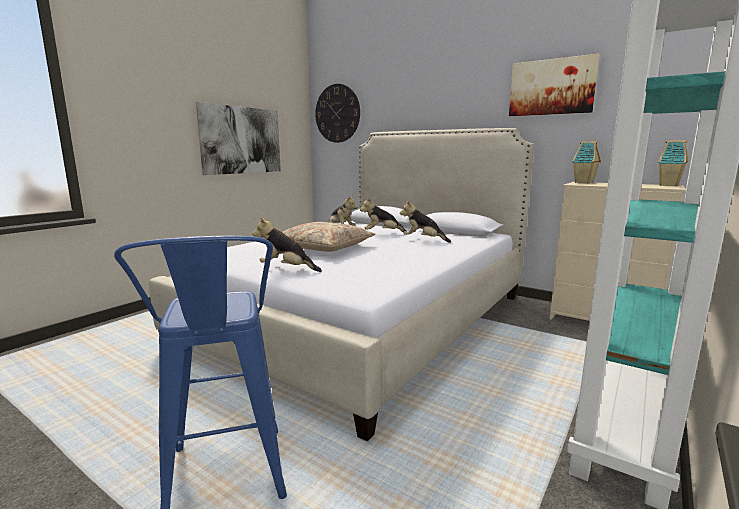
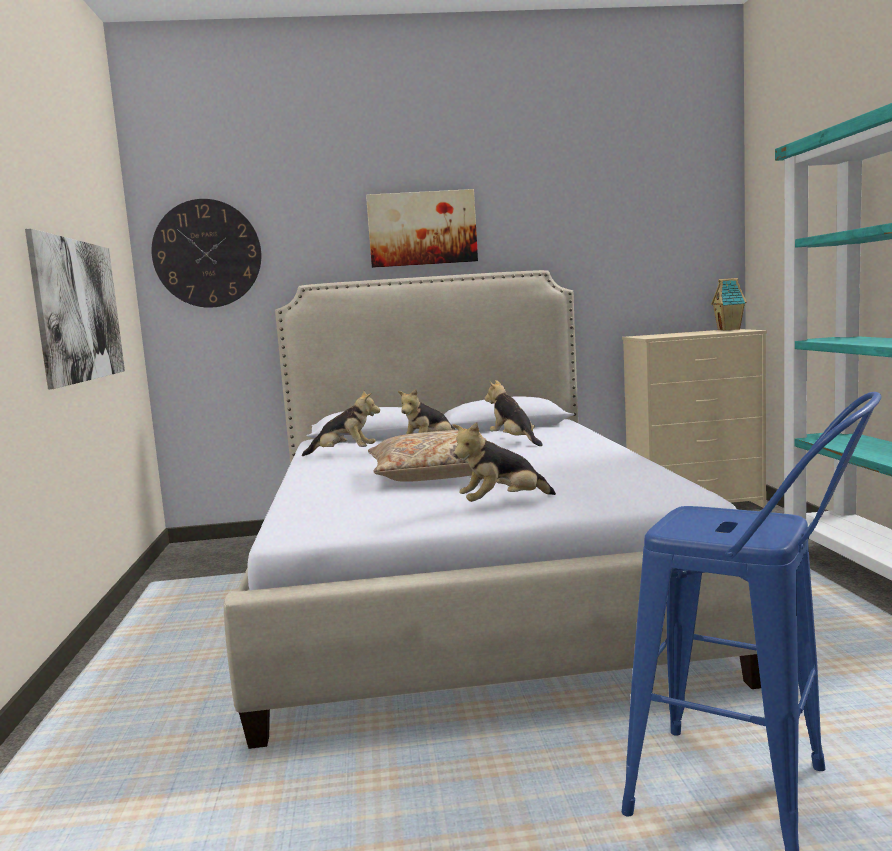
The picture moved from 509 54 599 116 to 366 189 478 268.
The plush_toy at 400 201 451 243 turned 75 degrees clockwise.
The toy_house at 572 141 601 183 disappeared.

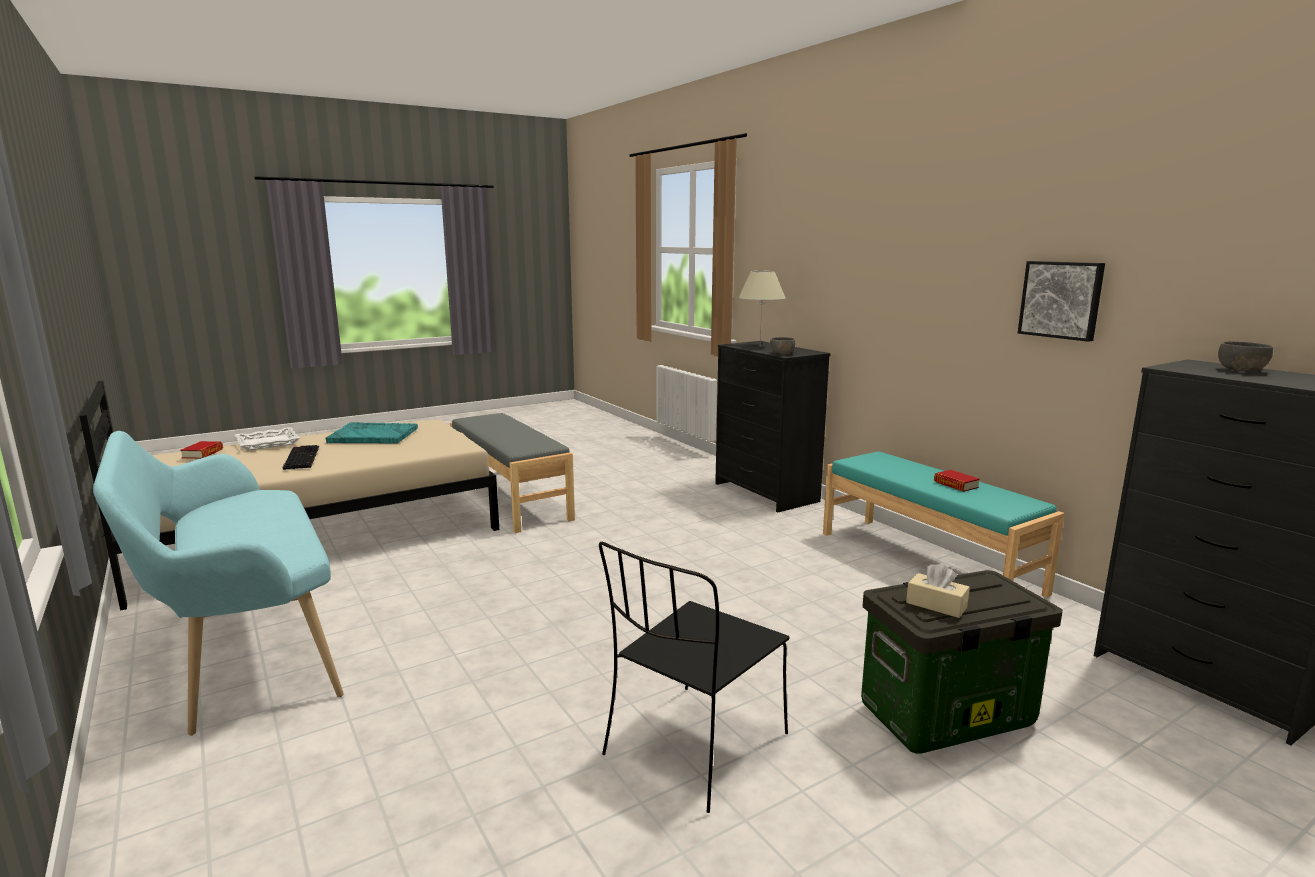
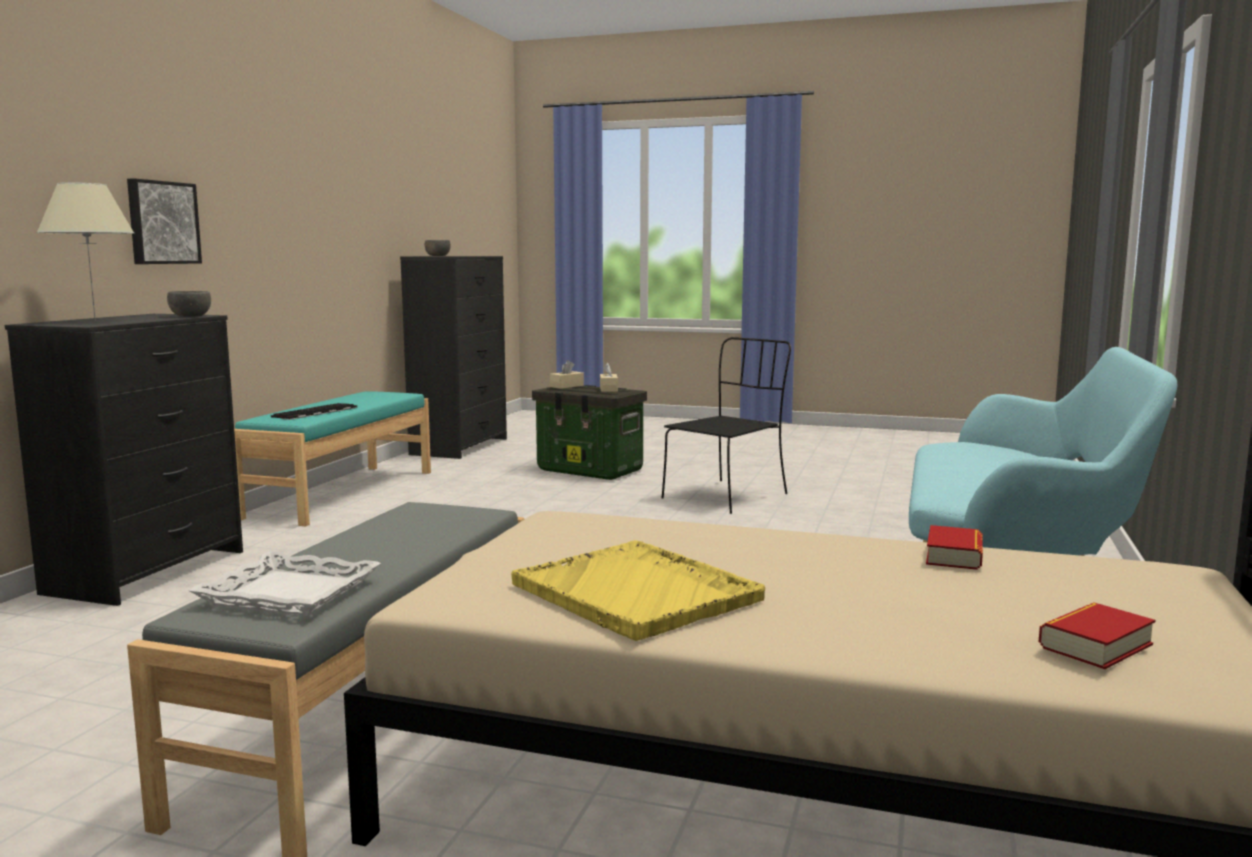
The picture moved from 1018 261 1105 342 to 127 178 202 264.
The white_tray moved from 235 427 300 451 to 188 551 381 616.
The keyboard moved from 283 445 319 470 to 271 403 357 420.
The turquoise_tray at 325 422 418 443 became the yellow_tray at 511 540 765 641.
The beige_tissue_box at 550 360 584 389 appeared.
The black_chair at 599 542 789 813 turned 45 degrees counterclockwise.
The book moved from 934 470 980 492 to 926 525 983 570.

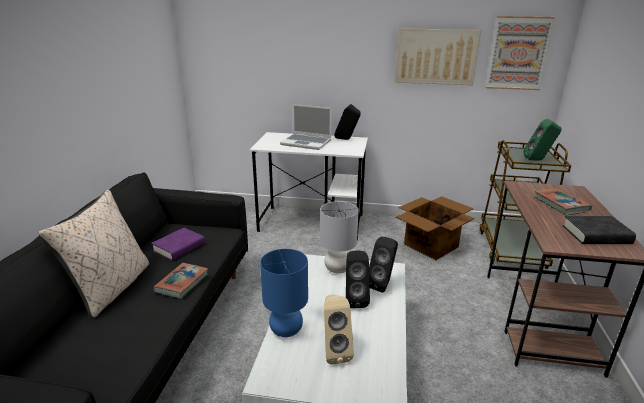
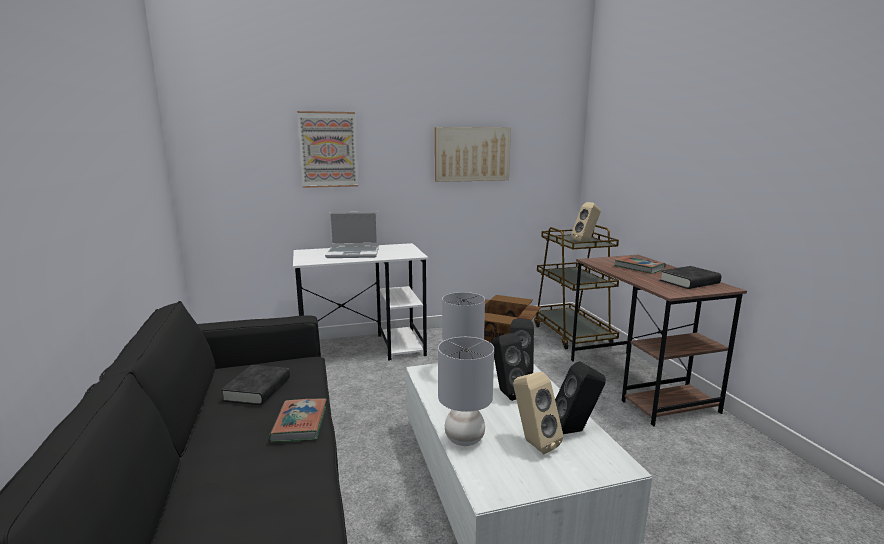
The purple_book at 151 228 205 261 became the black_book at 221 365 290 405.
The picture moved from 485 16 555 90 to 297 111 358 188.
The blue_table_lamp at 260 249 308 337 became the grey_table_lamp at 438 337 494 446.
The black_speaker moved from 334 104 361 140 to 555 361 606 434.
The green_speaker at 524 119 562 161 became the beige_speaker at 571 202 601 242.
The beige_pillow at 39 190 149 318 disappeared.

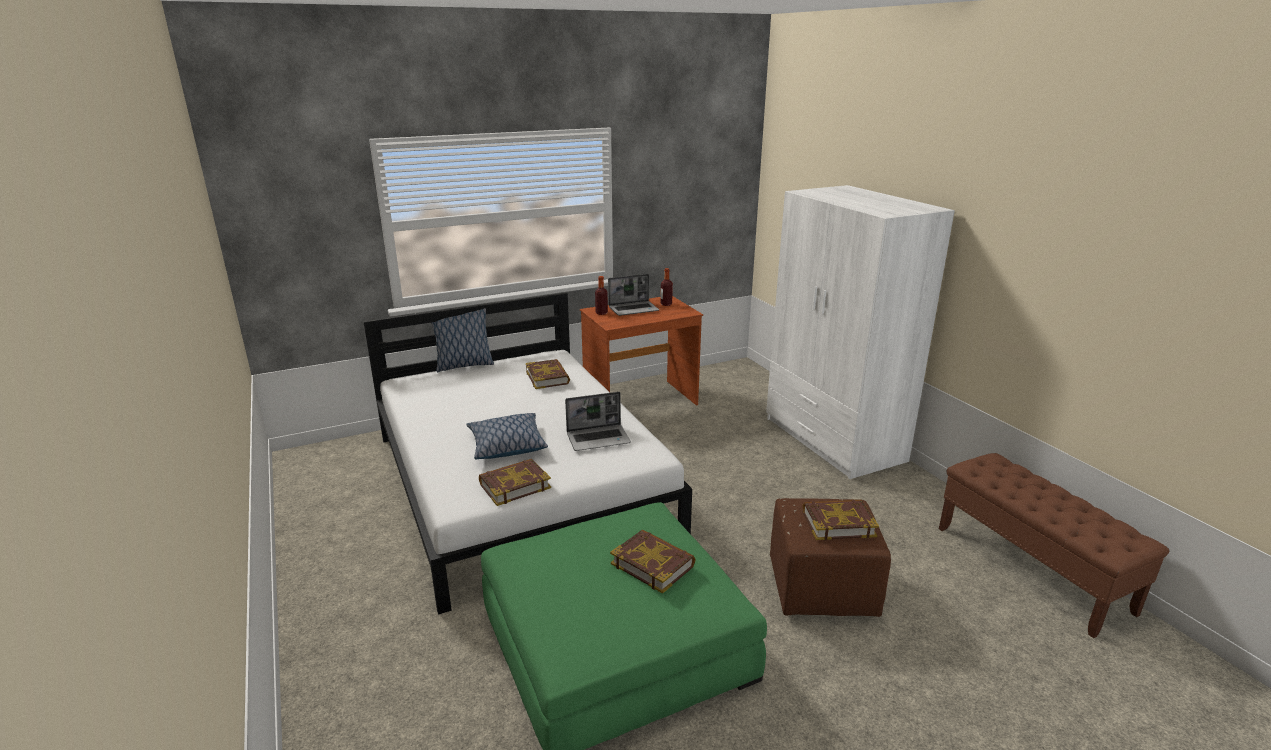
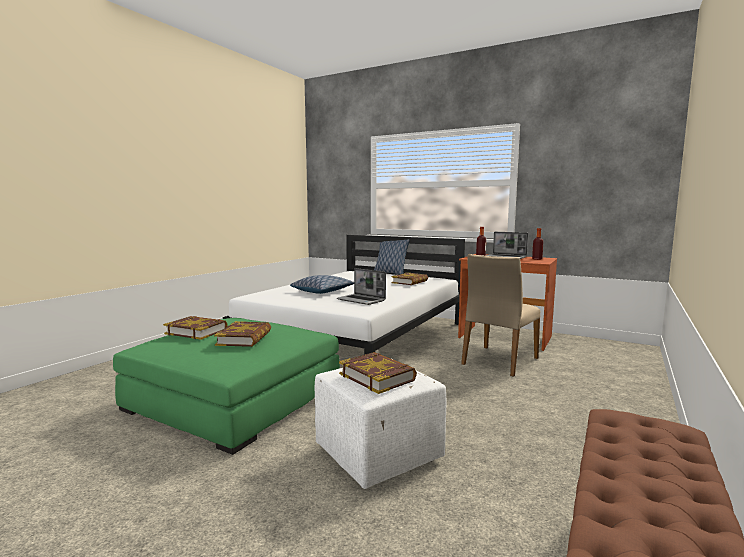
The book moved from 479 459 551 506 to 163 316 228 340.
The brown_ottoman at 770 498 891 617 became the white_ottoman at 314 358 446 489.
The beige_chair at 461 254 540 377 appeared.
The white_wardrobe at 766 185 955 479 disappeared.

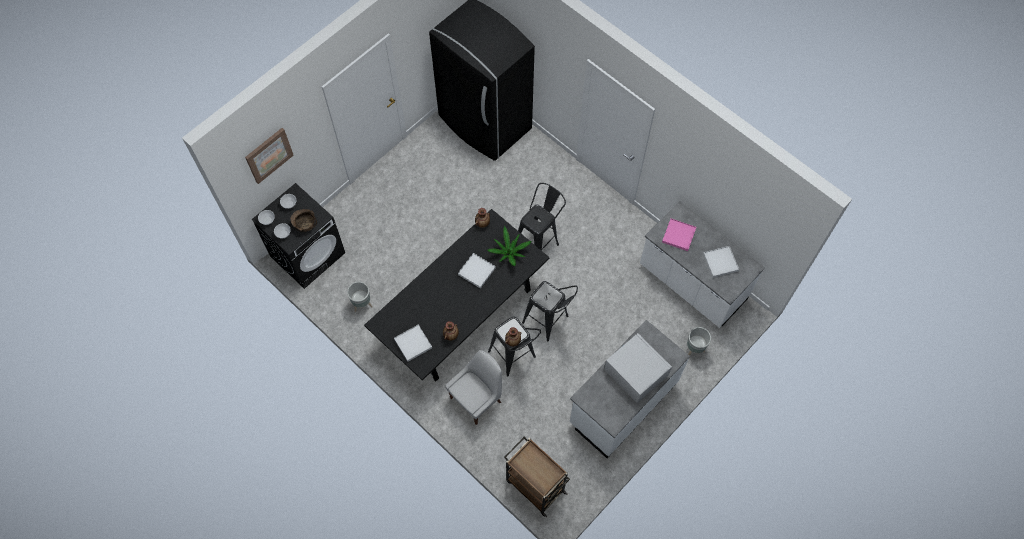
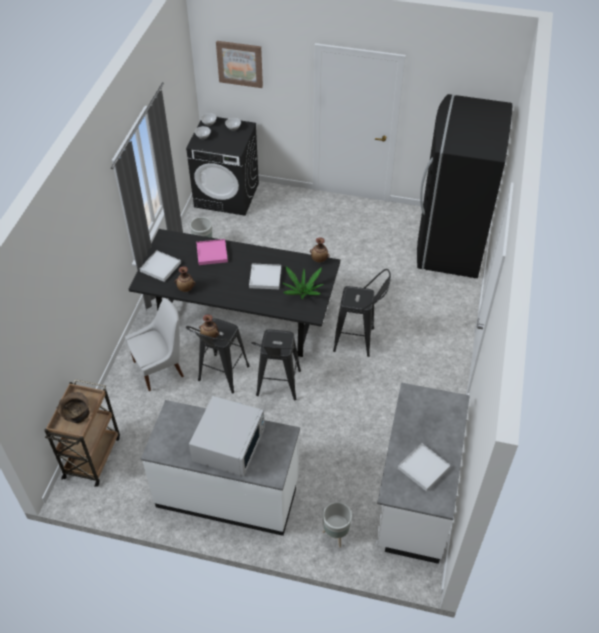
The brown_bowl moved from 290 209 317 232 to 57 392 89 423.
The white_chair at 445 350 502 425 turned 45 degrees counterclockwise.
The pink_tray moved from 662 218 696 251 to 196 239 228 265.

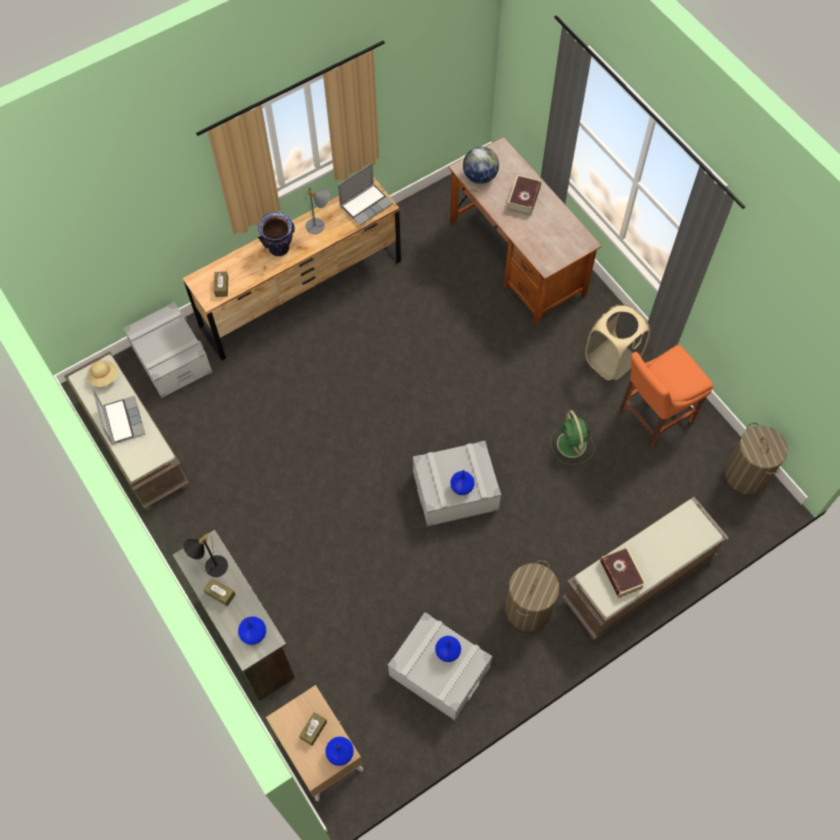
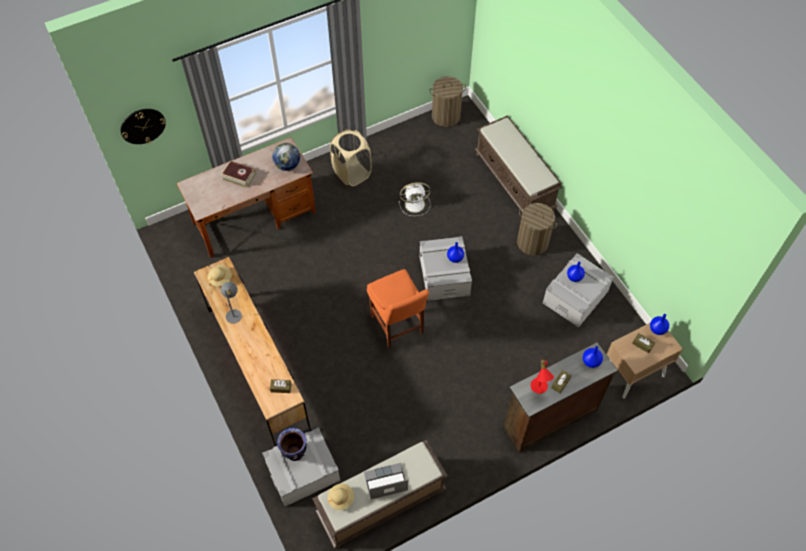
The wall_clock at 121 109 166 144 appeared.
The laptop at 338 163 393 226 was replaced by the beige_hat at 208 265 232 287.
The globe moved from 463 146 499 184 to 272 143 300 171.
The vase moved from 258 212 295 256 to 277 428 307 461.
The orange_chair moved from 620 345 713 447 to 367 269 429 348.
The green_fan at 551 410 595 465 became the white_fan at 398 182 430 216.
The black_table_lamp at 183 534 228 577 became the red_table_lamp at 531 358 554 394.
The book at 600 547 646 598 disappeared.

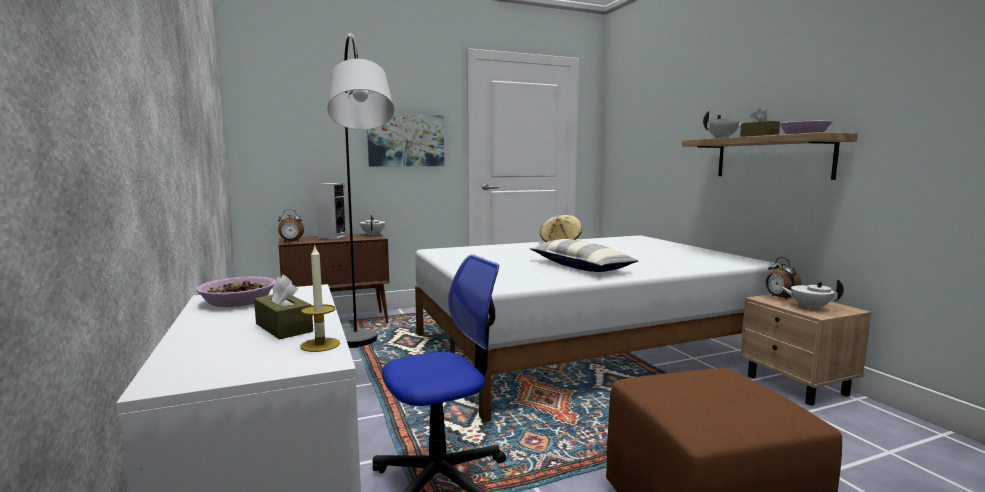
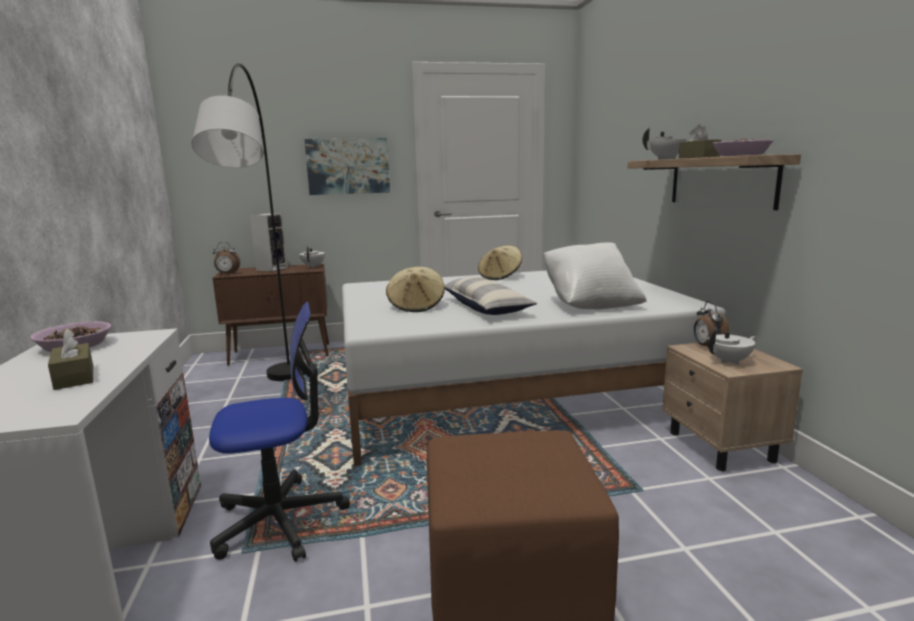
The beige_hat at 386 267 445 312 appeared.
The white_pillow at 543 242 647 310 appeared.
The white_teapot at 779 279 844 311 turned 120 degrees clockwise.
The candle at 300 246 340 352 disappeared.

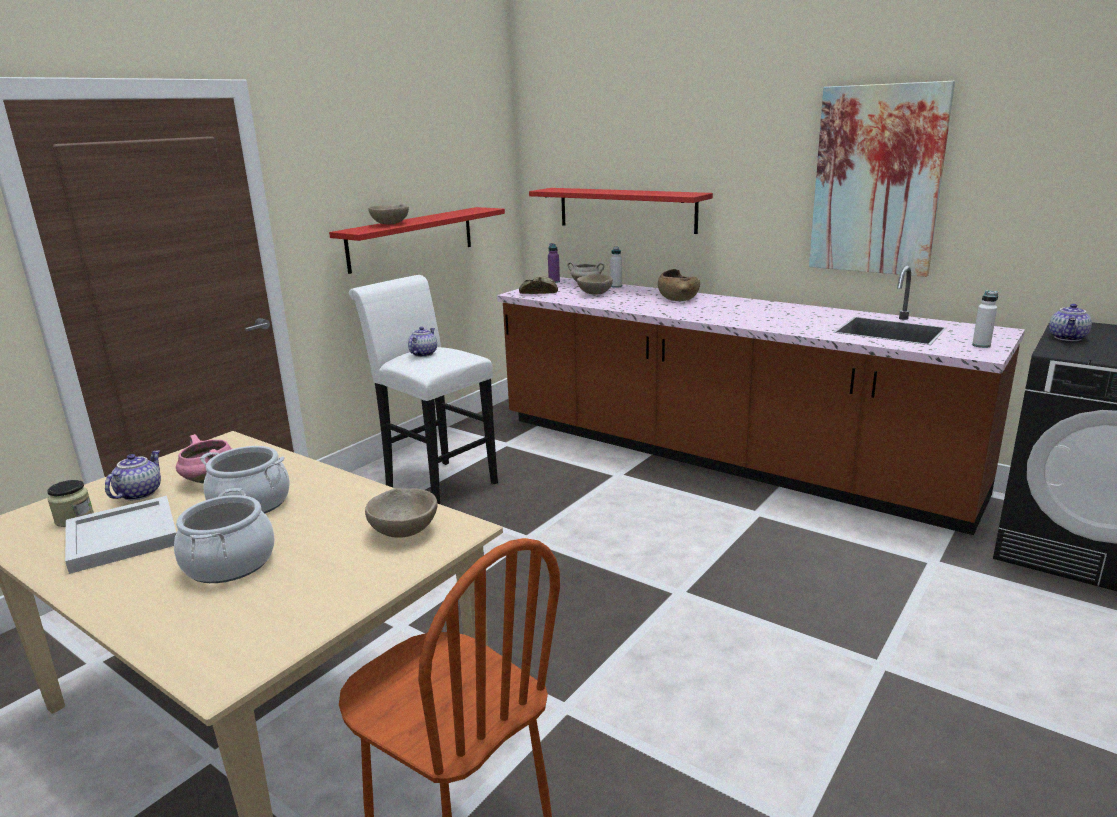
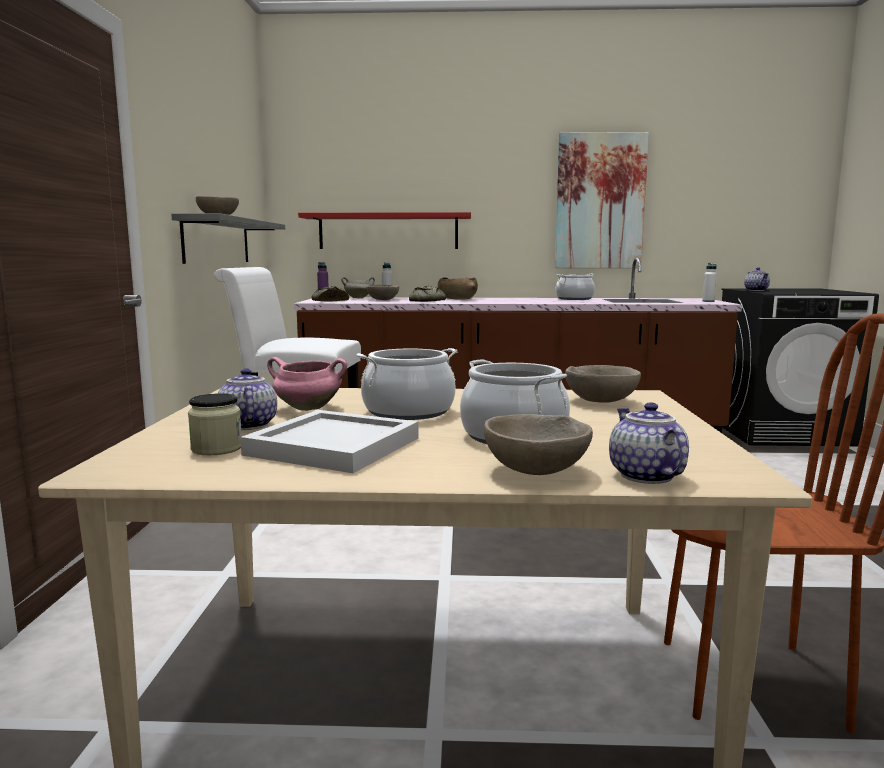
The red_shelf at 329 207 505 274 became the grey_shelf at 171 213 285 264.
The bread at 409 286 446 302 appeared.
The beige_bowl at 484 414 593 475 appeared.
The cooking_pot at 556 274 595 300 appeared.
The teapot moved from 408 327 437 357 to 609 402 689 484.

